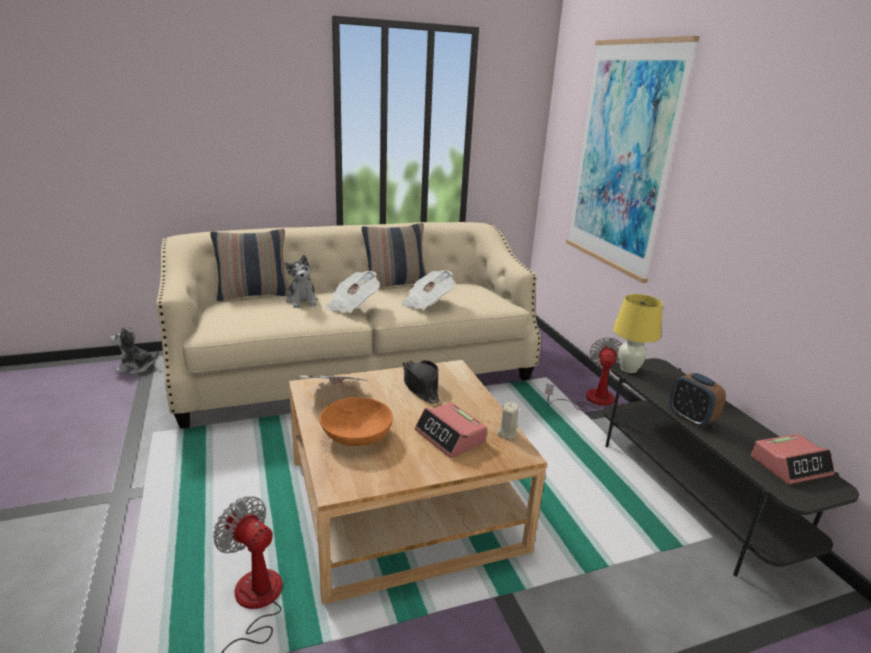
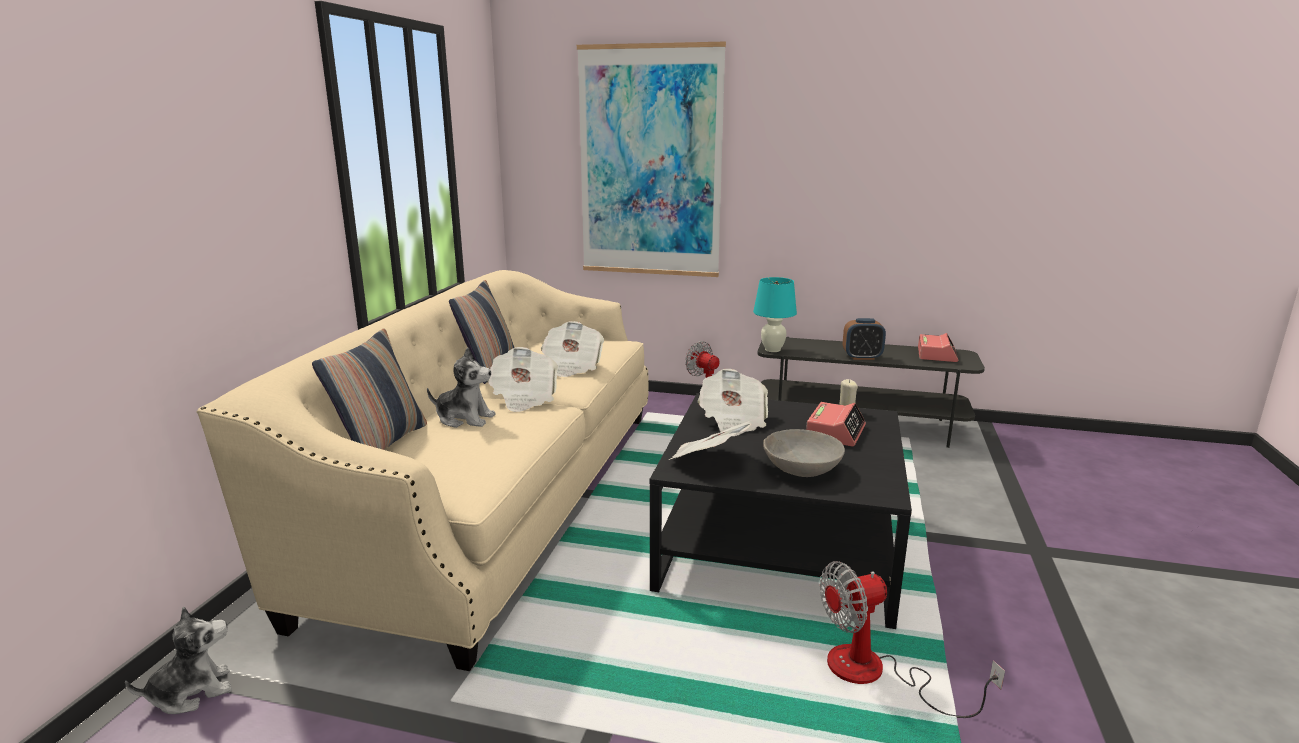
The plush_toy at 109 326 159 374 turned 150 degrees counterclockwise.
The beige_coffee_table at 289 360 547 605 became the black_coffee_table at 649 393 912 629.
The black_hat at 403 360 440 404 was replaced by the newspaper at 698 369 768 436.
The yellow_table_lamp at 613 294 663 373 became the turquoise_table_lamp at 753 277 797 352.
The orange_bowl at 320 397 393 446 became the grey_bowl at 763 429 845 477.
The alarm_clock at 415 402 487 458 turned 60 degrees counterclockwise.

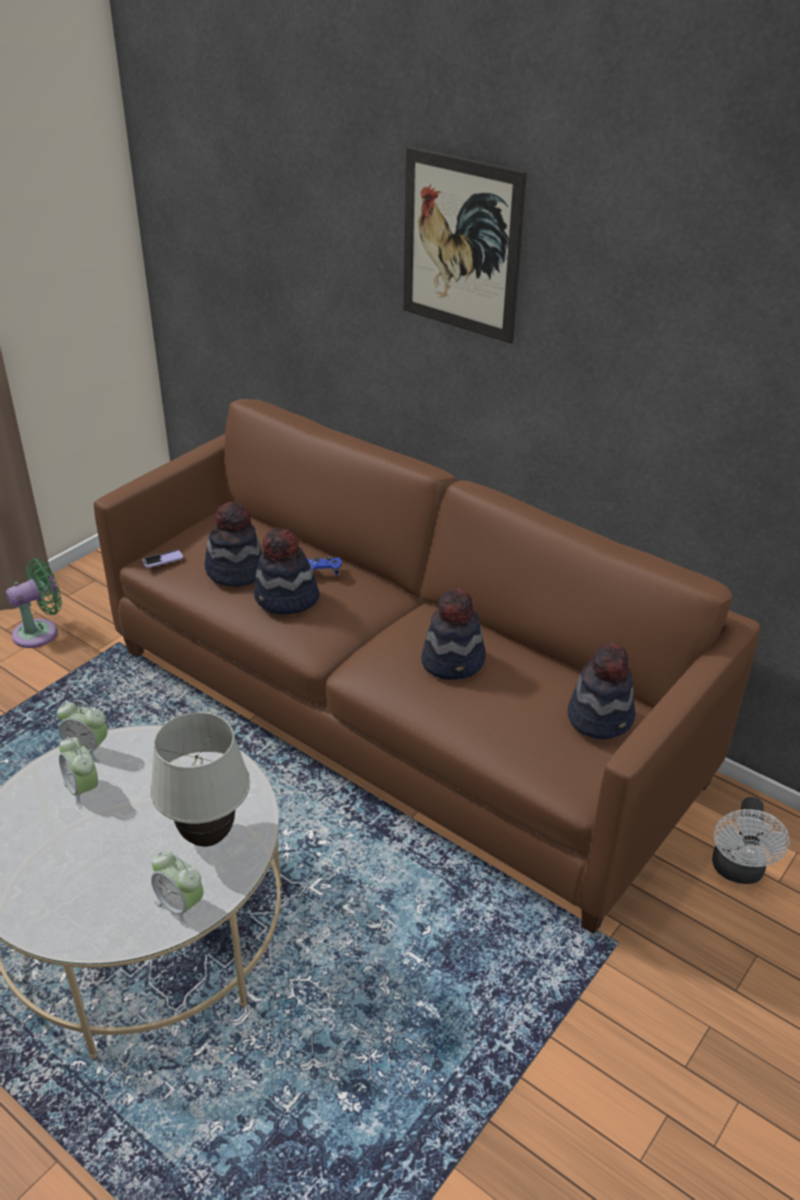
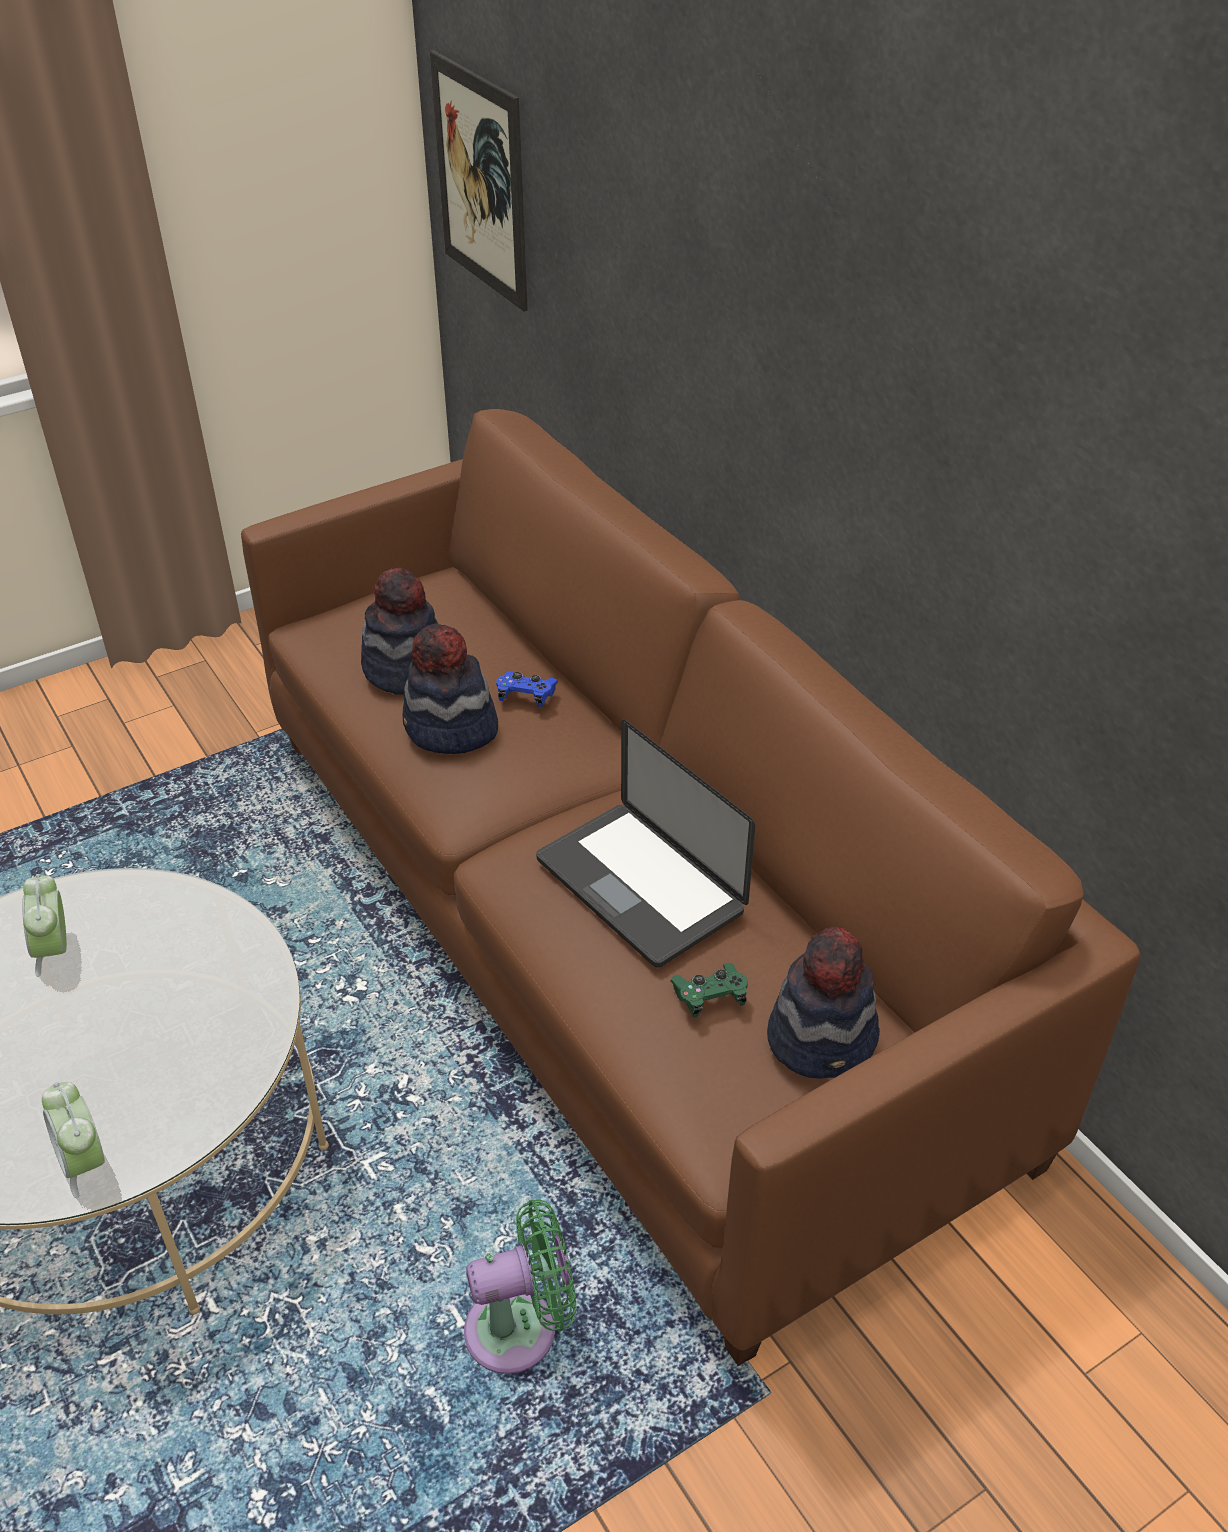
The picture moved from 403 146 527 344 to 430 50 528 311.
The green_fan moved from 6 558 62 648 to 464 1200 577 1374.
The hat at 421 587 486 680 was replaced by the laptop at 536 720 756 968.
The green_game_controller at 670 963 748 1018 appeared.
The alarm_clock at 57 700 108 763 disappeared.
The phone at 142 550 183 568 disappeared.
The white_table_lamp at 150 712 250 847 disappeared.
The white_fan at 712 797 790 884 disappeared.

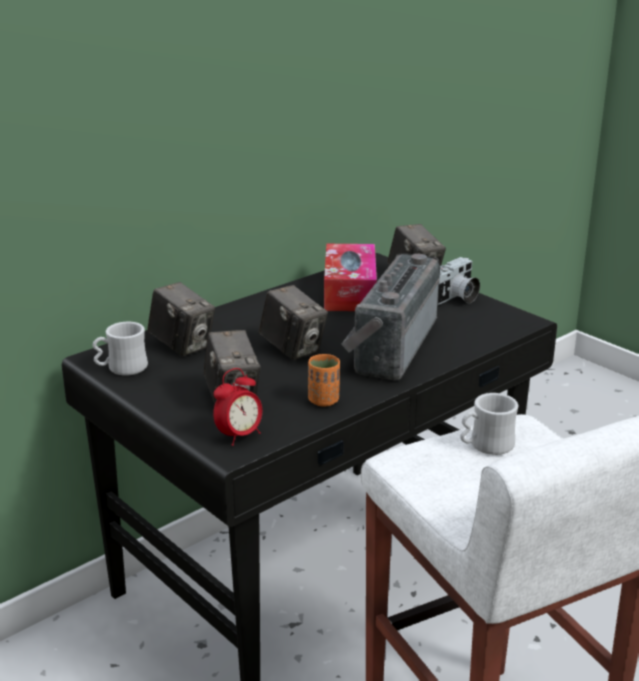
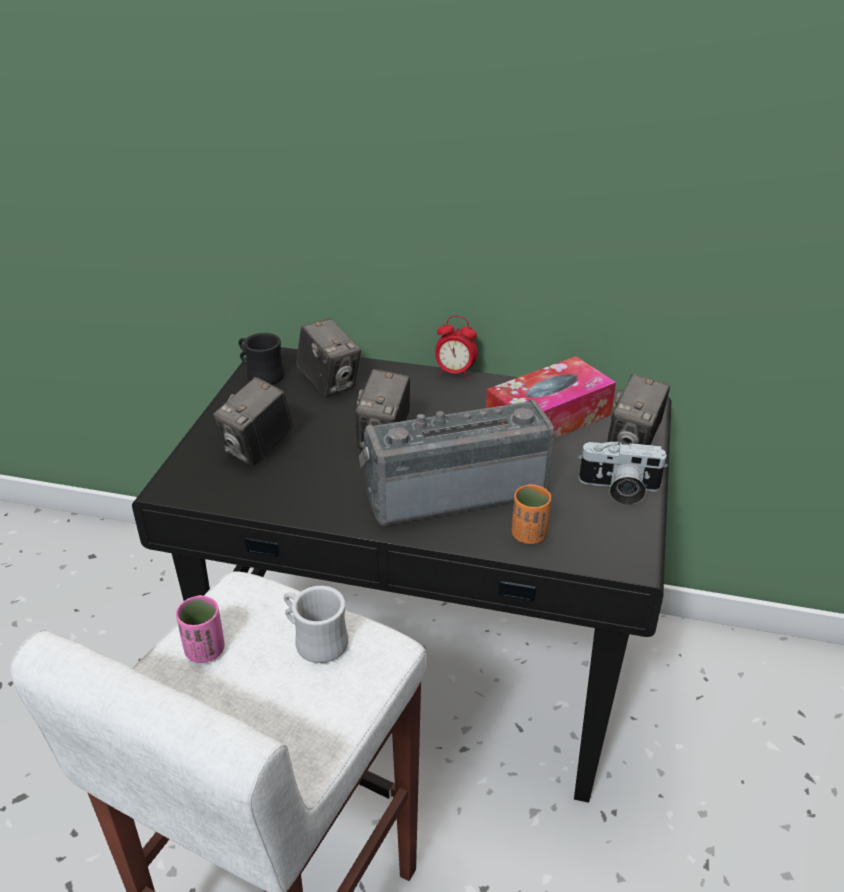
The pink_cup at 176 595 225 663 appeared.
The white_mug at 93 322 148 376 became the black_mug at 238 333 285 385.
The photo_camera at 147 282 215 356 turned 45 degrees counterclockwise.
The alarm_clock moved from 213 368 262 446 to 436 316 478 380.
The orange_cup moved from 308 354 340 407 to 512 484 551 544.

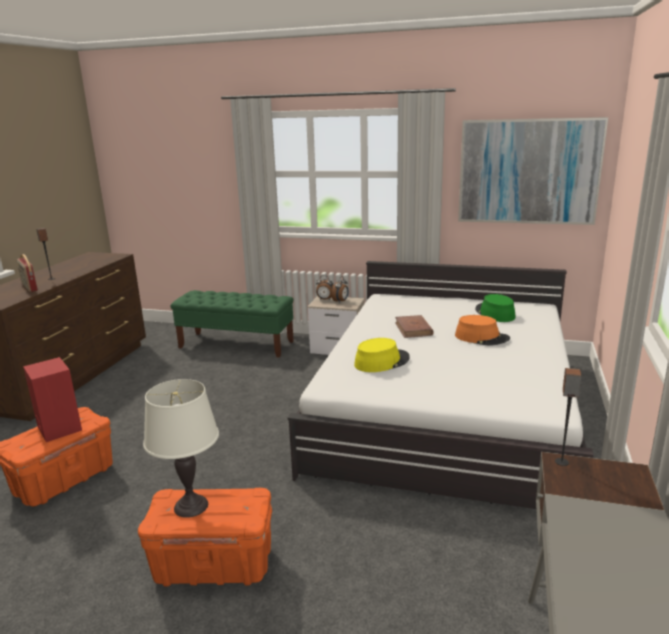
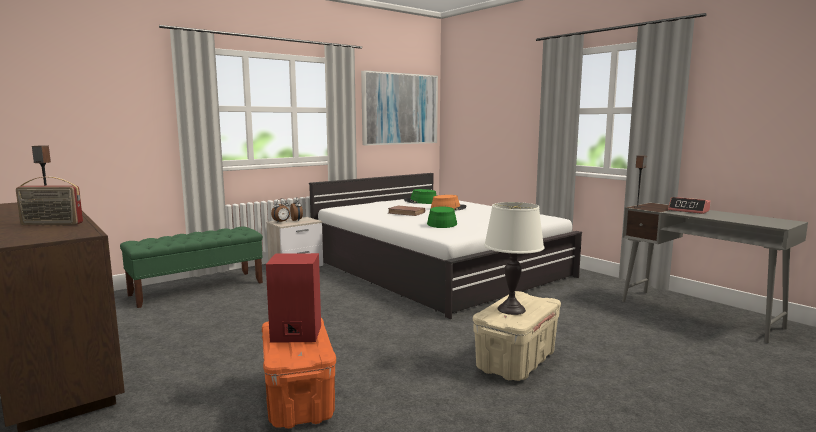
The yellow_hat at 354 338 410 372 became the green_hat at 427 206 457 228.
The orange_storage_box at 138 488 272 586 became the beige_storage_box at 473 291 561 381.
The alarm_clock at 668 197 711 214 appeared.

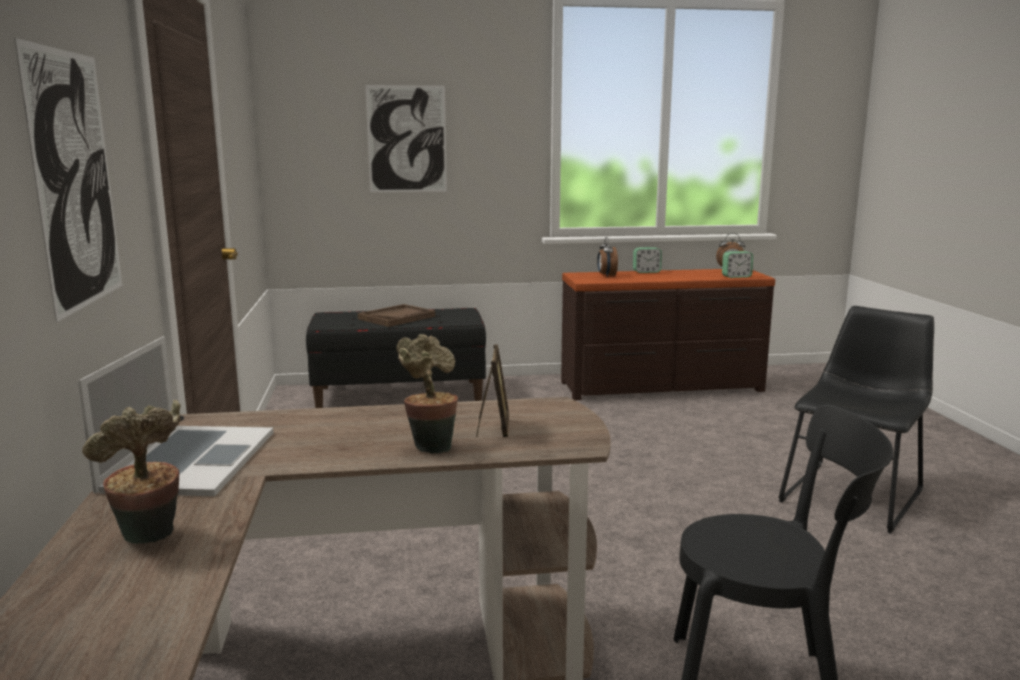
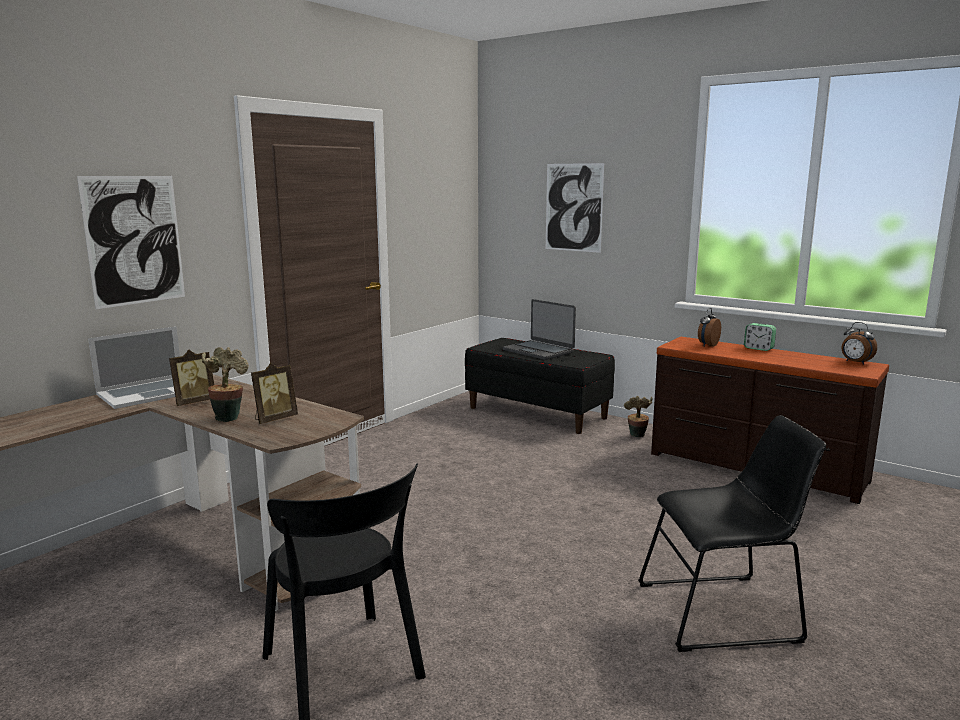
The picture_frame at 169 350 214 406 appeared.
The brown_tray at 358 304 435 327 was replaced by the laptop at 503 299 576 360.
The potted_plant moved from 82 400 181 544 to 624 396 653 437.
The alarm_clock at 722 251 753 278 disappeared.

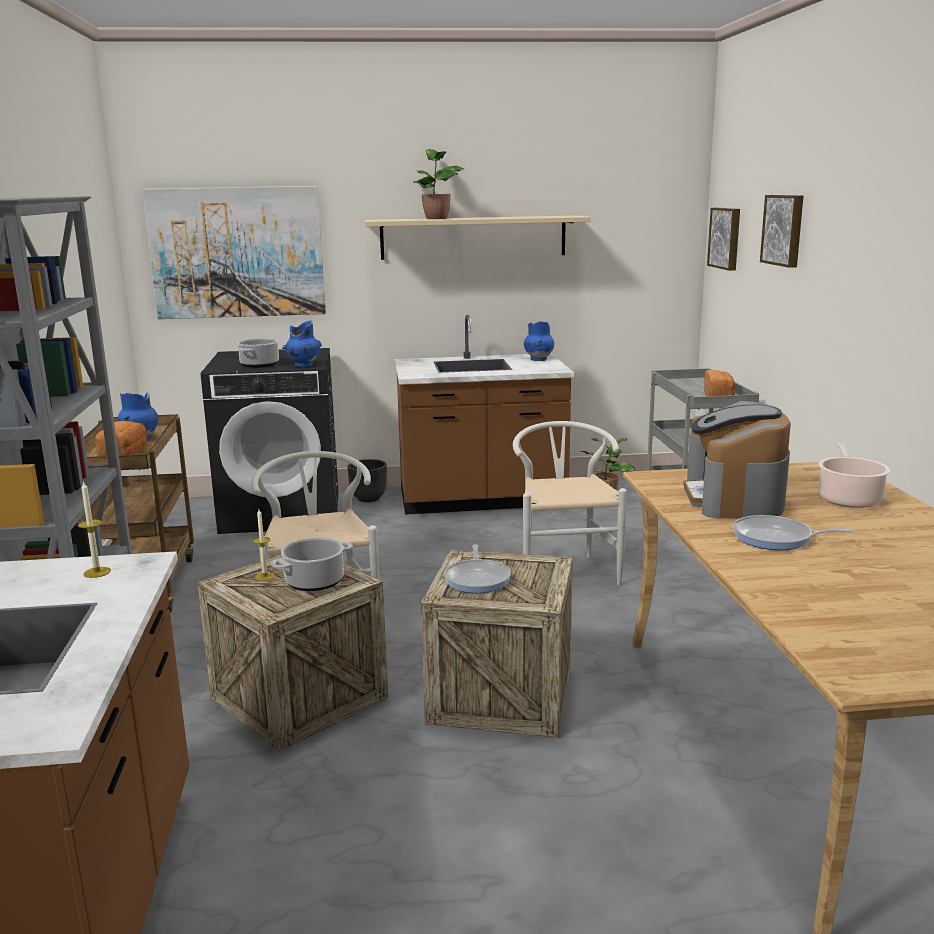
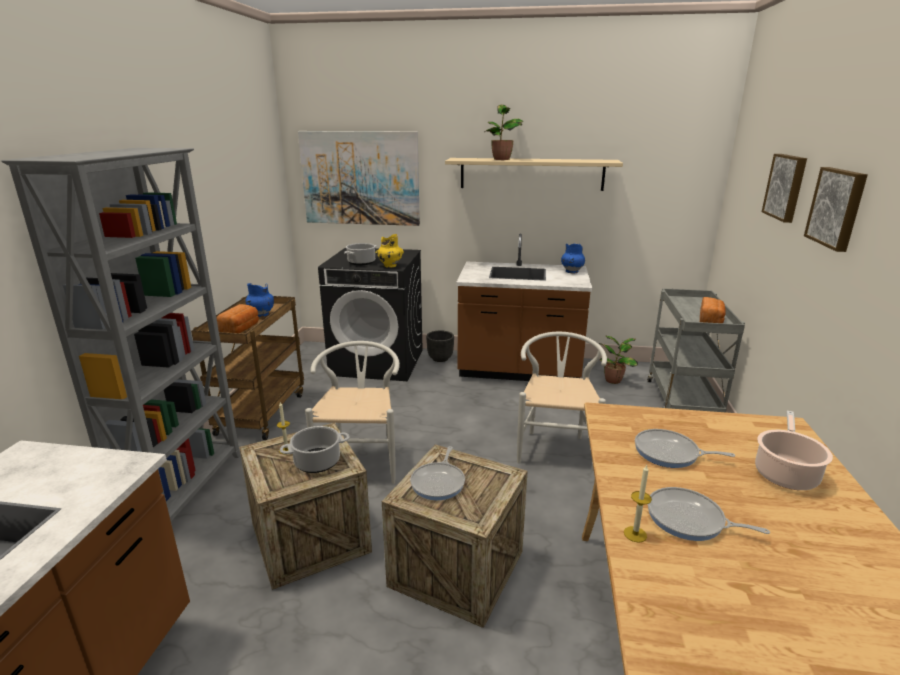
The blue_vase at 282 321 322 367 became the yellow_vase at 375 234 404 268.
The candle moved from 78 481 111 578 to 624 465 652 543.
The coffee_machine at 683 401 791 519 was replaced by the frying_pan at 635 429 735 468.
The picture moved from 707 208 740 271 to 804 167 868 252.

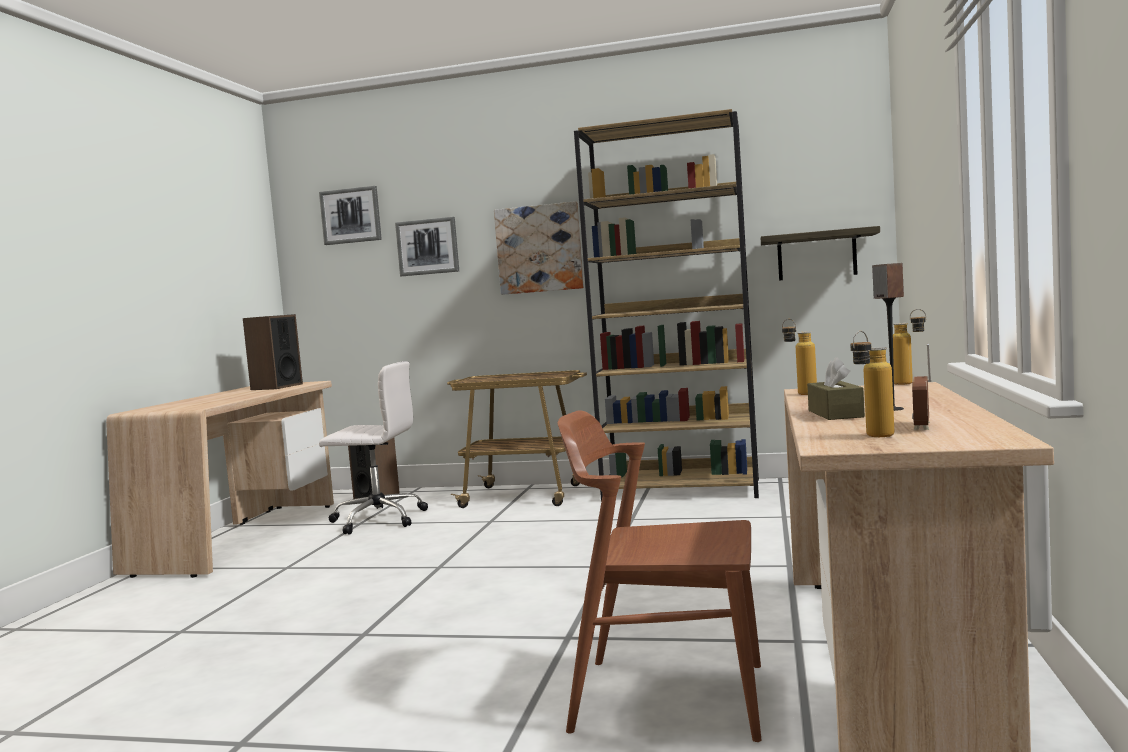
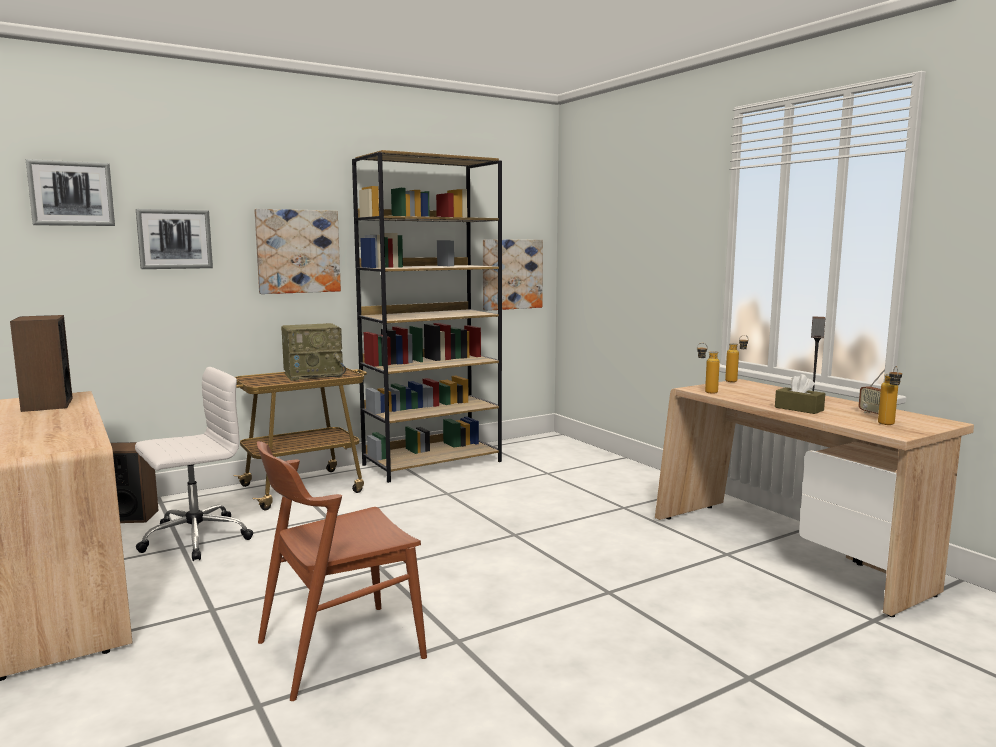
The brown_chair moved from 558 410 762 742 to 257 441 427 701.
The radio at 281 323 346 381 appeared.
The shelf at 761 226 880 281 was replaced by the picture at 483 240 543 311.

